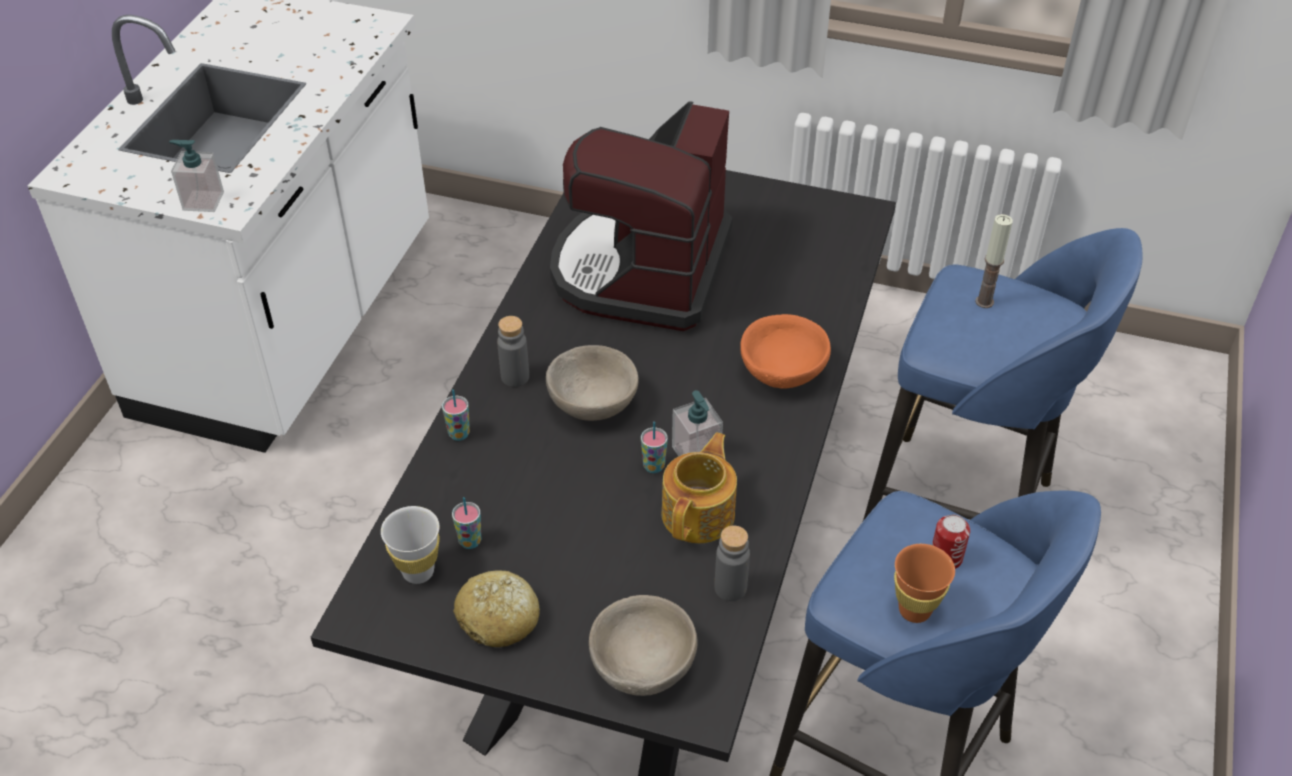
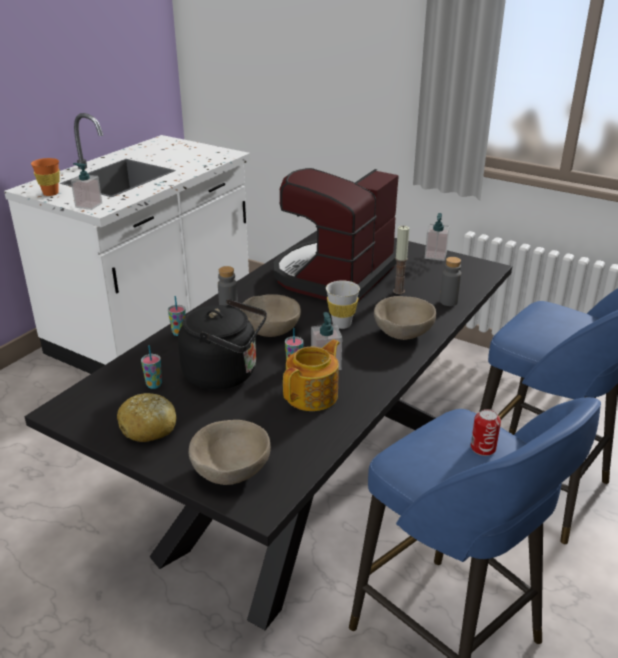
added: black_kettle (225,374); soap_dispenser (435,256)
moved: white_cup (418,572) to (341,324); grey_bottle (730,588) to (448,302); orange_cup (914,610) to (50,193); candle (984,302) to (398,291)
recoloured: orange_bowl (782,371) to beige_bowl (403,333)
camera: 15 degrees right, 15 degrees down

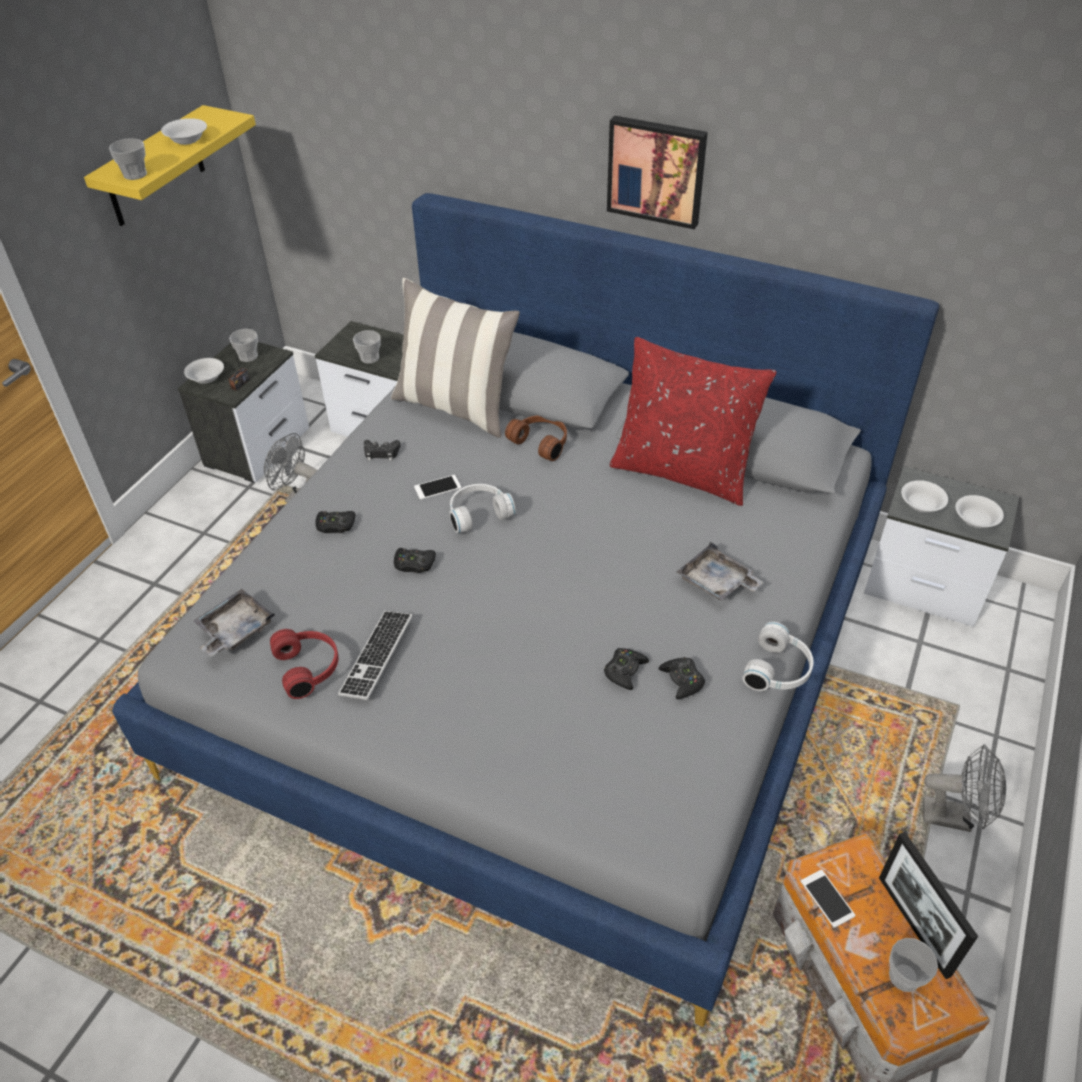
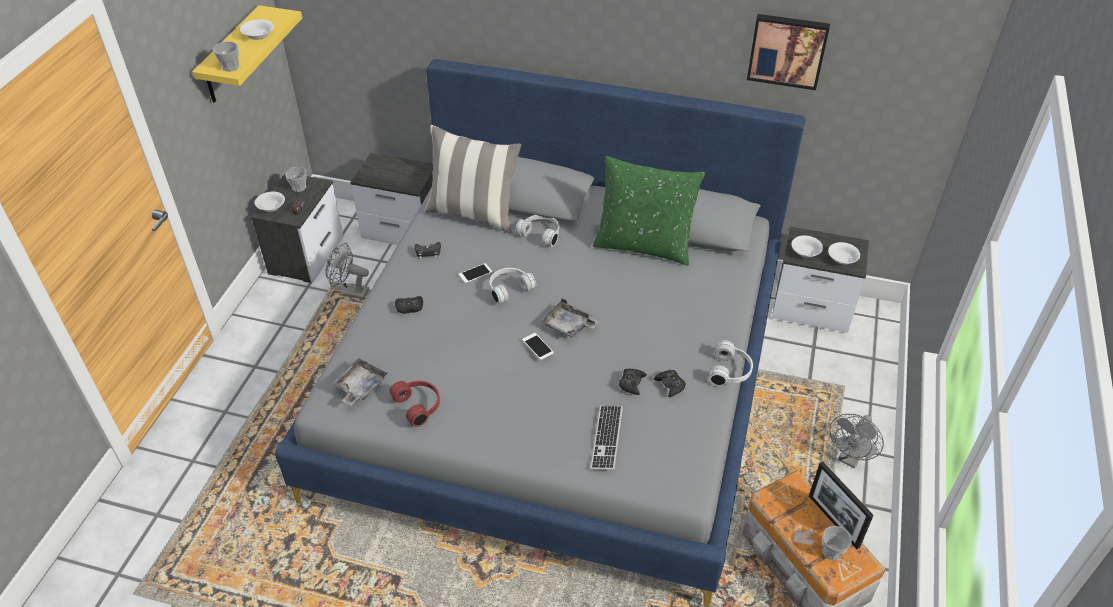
removed: cup (370,358); black_game_controller (414,564)
moved: keyboard (377,656) to (606,438); picture (657,170) to (787,50); grey_tray (717,583) to (568,326); phone (827,898) to (537,346)
recoloured: brown_headphones (541,442) to white_headphones (541,233); red_pillow (683,471) to green_pillow (644,245)
turned: grey_fan (954,817) = (850,458) 120 degrees clockwise
camera: 10 degrees left, 0 degrees up

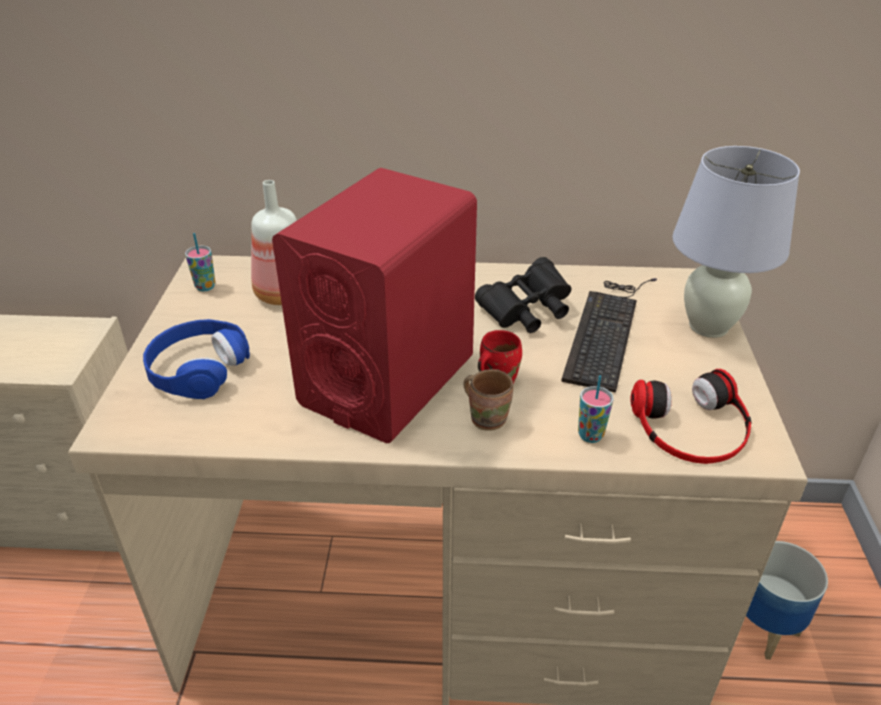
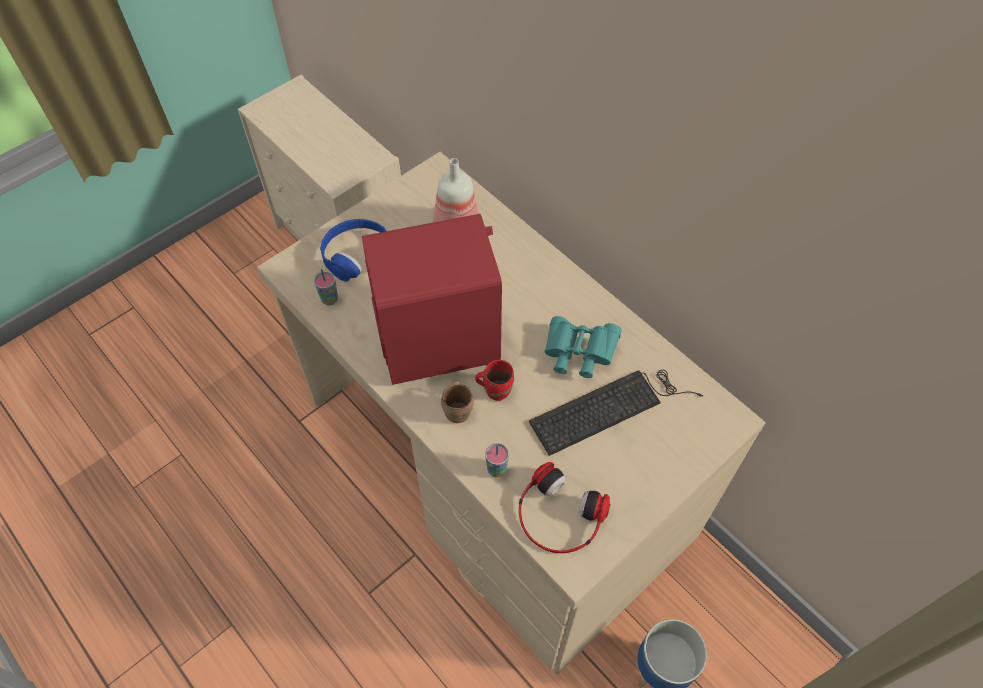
removed: white_table_lamp (708,327)
moved: cup (205,287) to (329,299)
recoloured: black_binoculars (526,312) to turquoise_binoculars (578,354)
camera: 45 degrees right, 20 degrees up

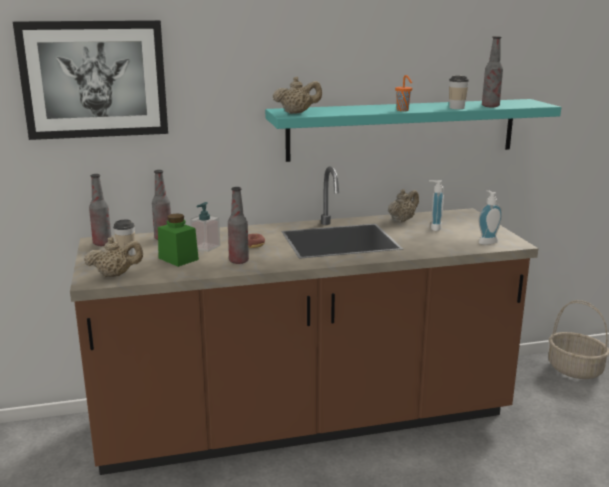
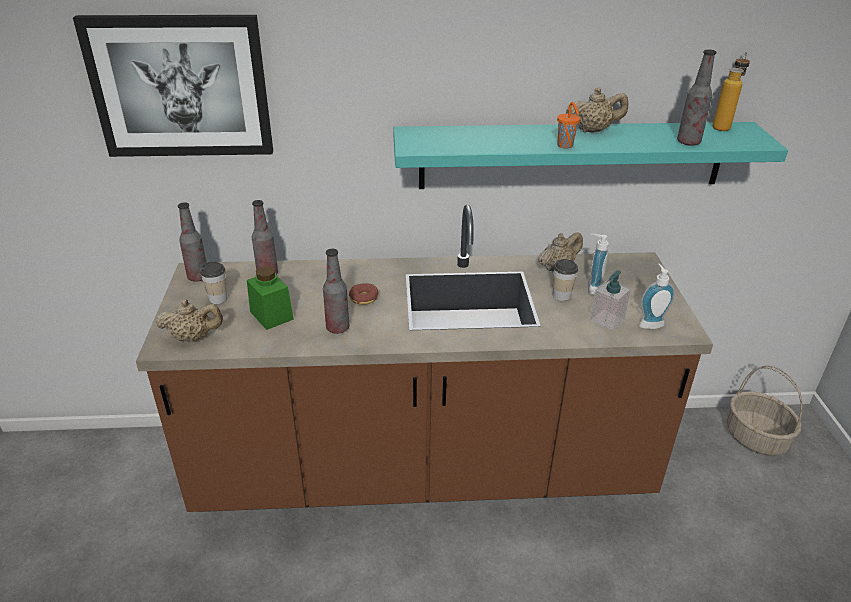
added: bottle (723,126)
moved: soap_dispenser (206,247) to (607,320); beige_teapot (297,113) to (593,130); cup (456,108) to (561,295)
camera: 10 degrees right, 15 degrees up

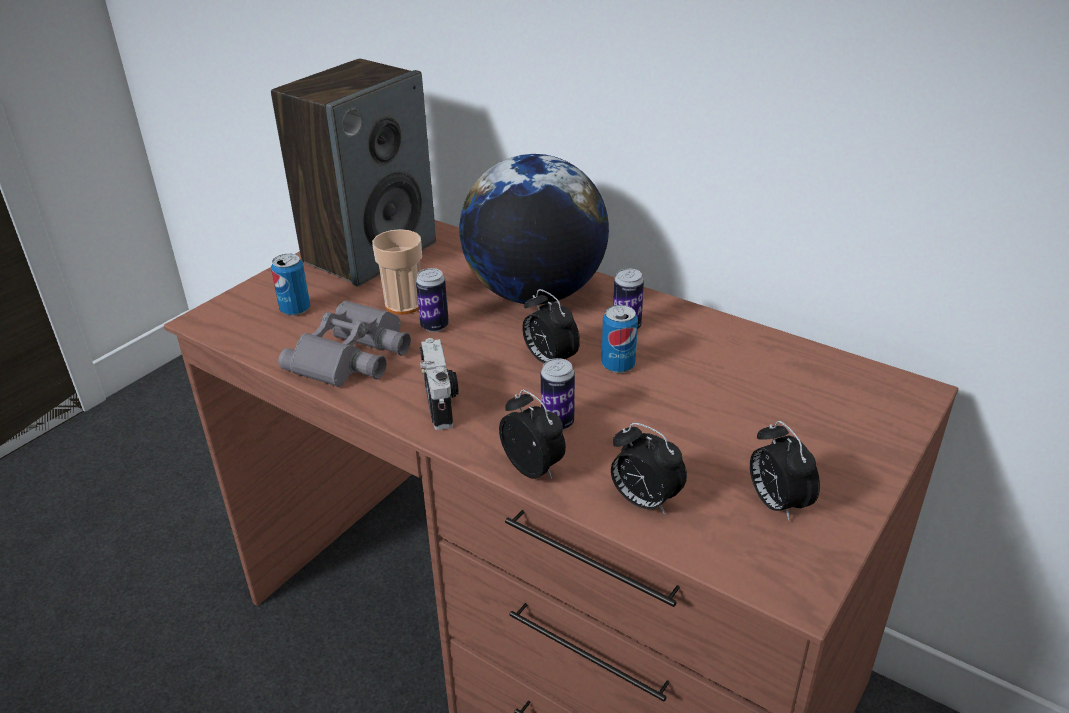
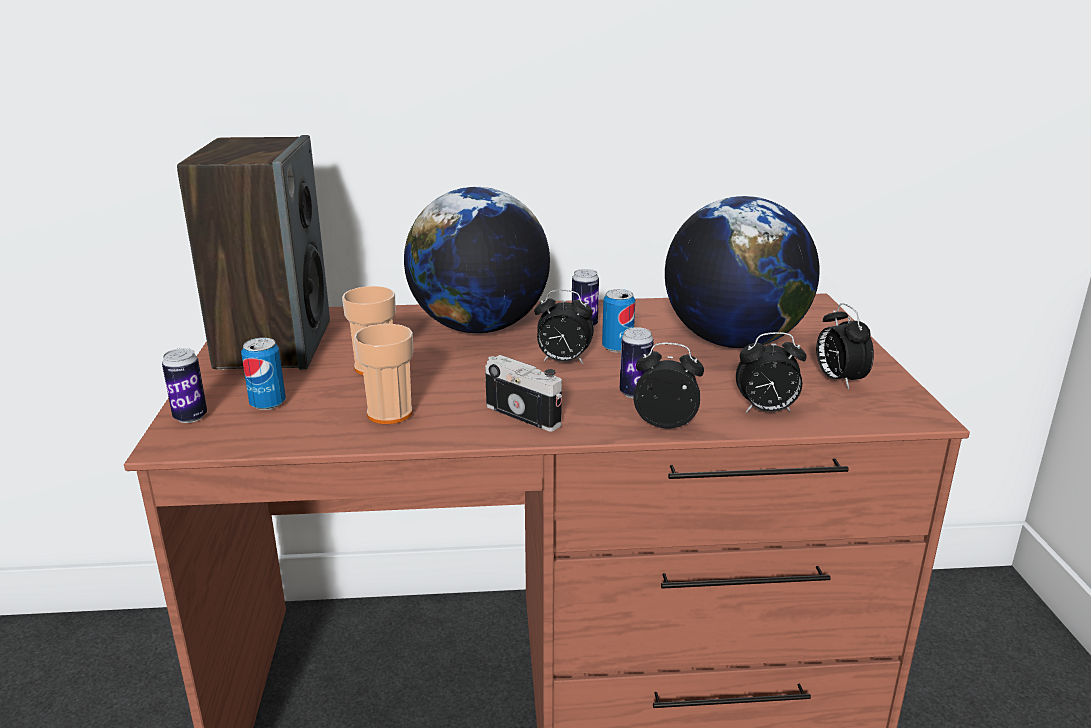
added: globe (733,341)
moved: can (434,326) to (190,417)
replaced: grey_binoculars (354,355) to cup (389,413)
turned: alarm_clock (776,503) = (838,380) 45 degrees clockwise
camera: 40 degrees left, 10 degrees down

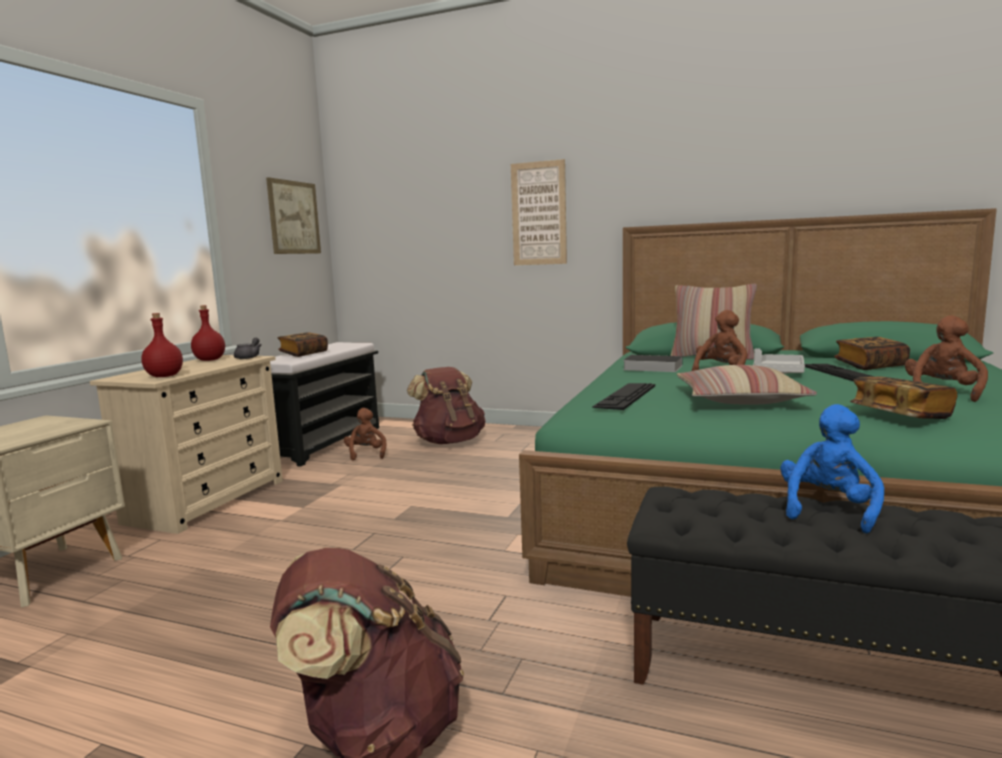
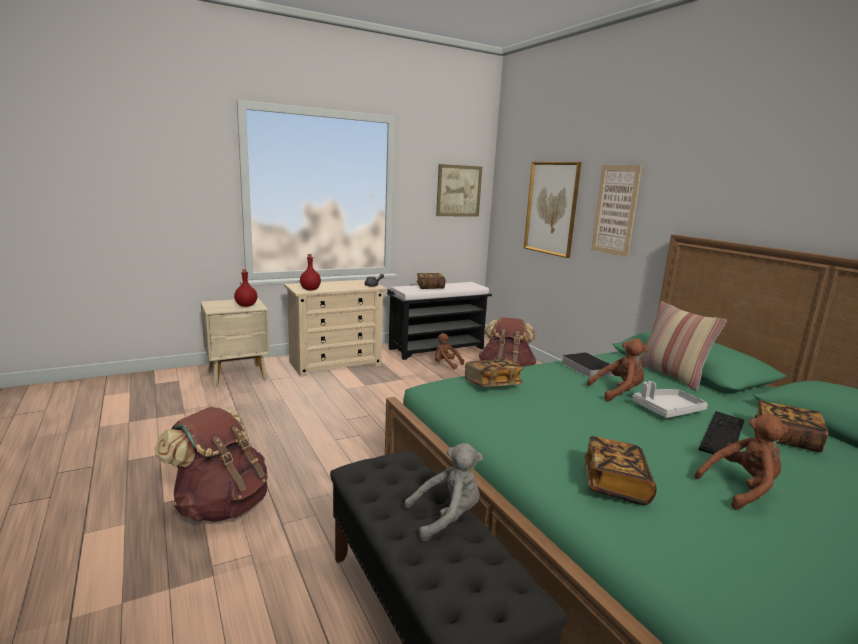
removed: pillow (739,400)
added: picture (551,208)
moved: red_bottle (209,360) to (246,306)
replaced: keyboard (625,396) to book (492,384)
recoloured: blue_plush_toy (828,510) to grey_plush_toy (447,517)
turned: brown_plush_toy (366,454) = (446,364) 90 degrees counterclockwise
camera: 40 degrees right, 5 degrees up

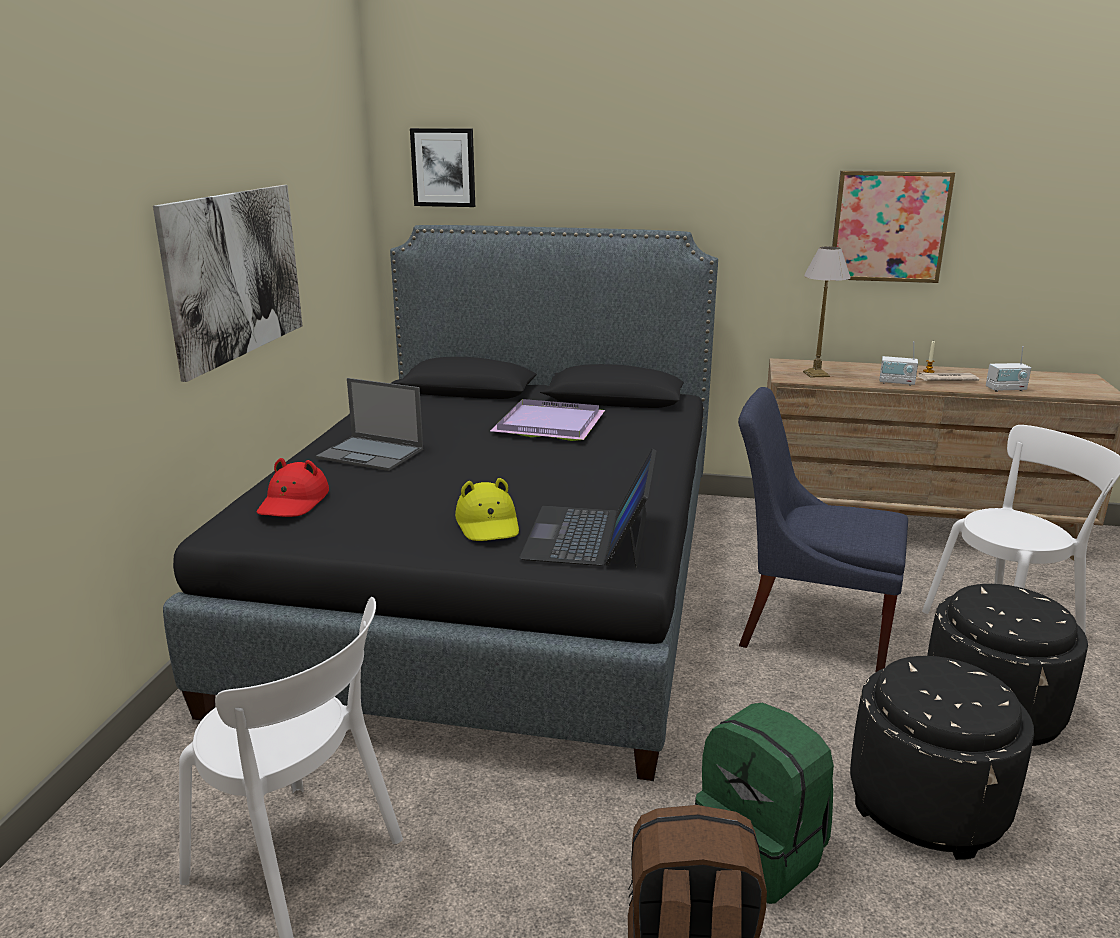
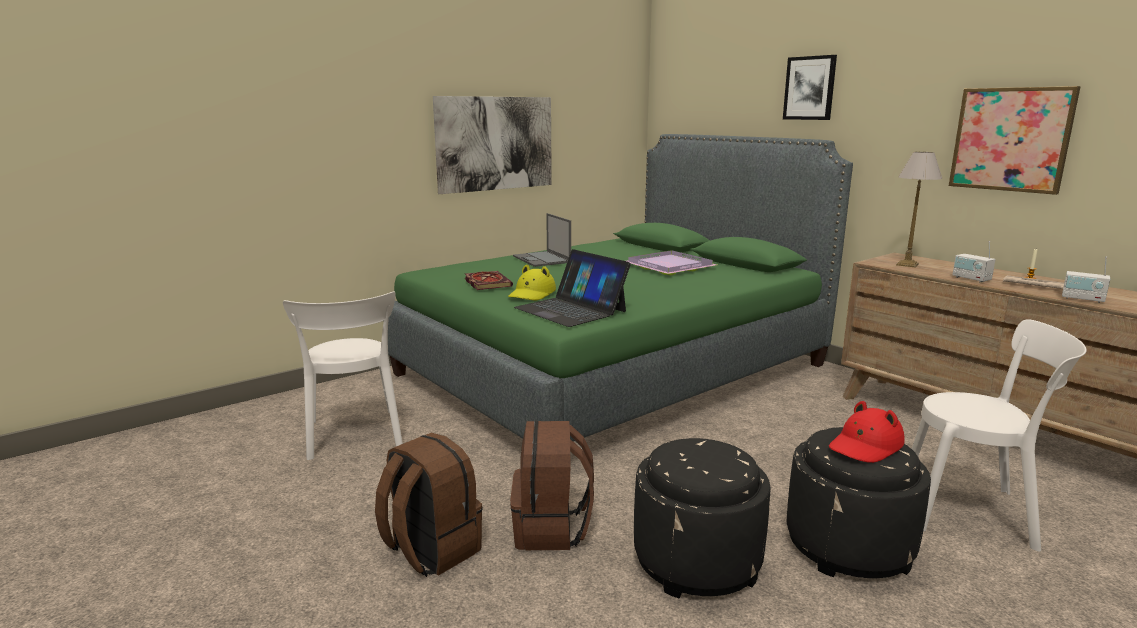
removed: blue_chair (807,626)
added: book (486,282)
moved: red_hat (293,502) to (866,446); picture (443,167) to (809,88)
recoloured: black_bed (498,584) to green_bed (613,369); green_backpack (762,852) to brown_backpack (552,529)
turned: laptop (590,536) = (571,309) 90 degrees counterclockwise
camera: 40 degrees right, 5 degrees down

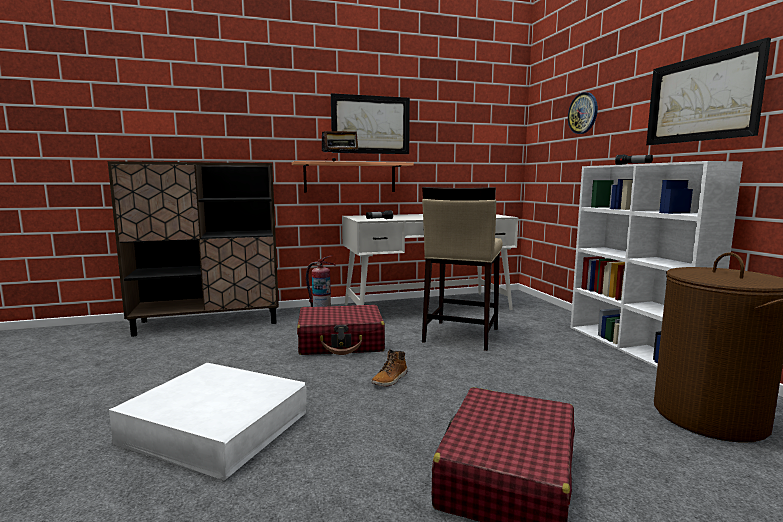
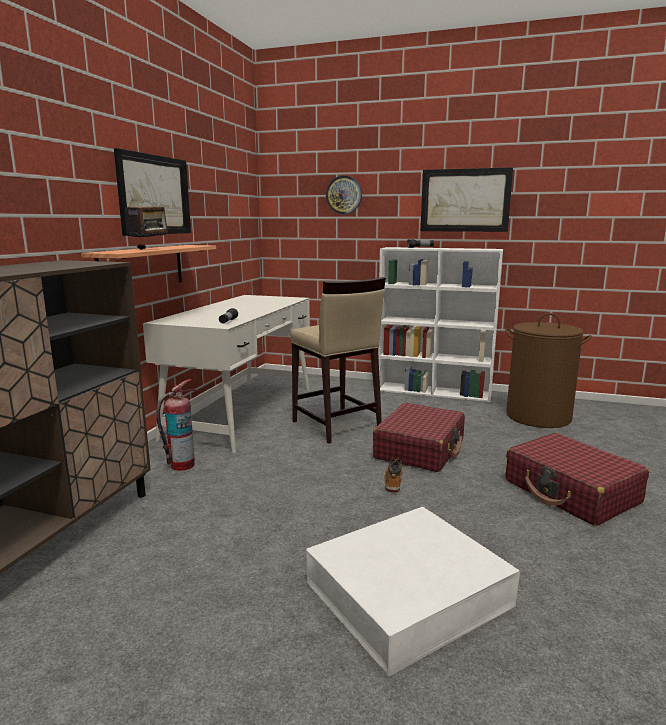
moved: red_suitcase (341,342) to (420,449)
turned: boot (390,379) = (393,481) 150 degrees counterclockwise
camera: 55 degrees left, 5 degrees up

